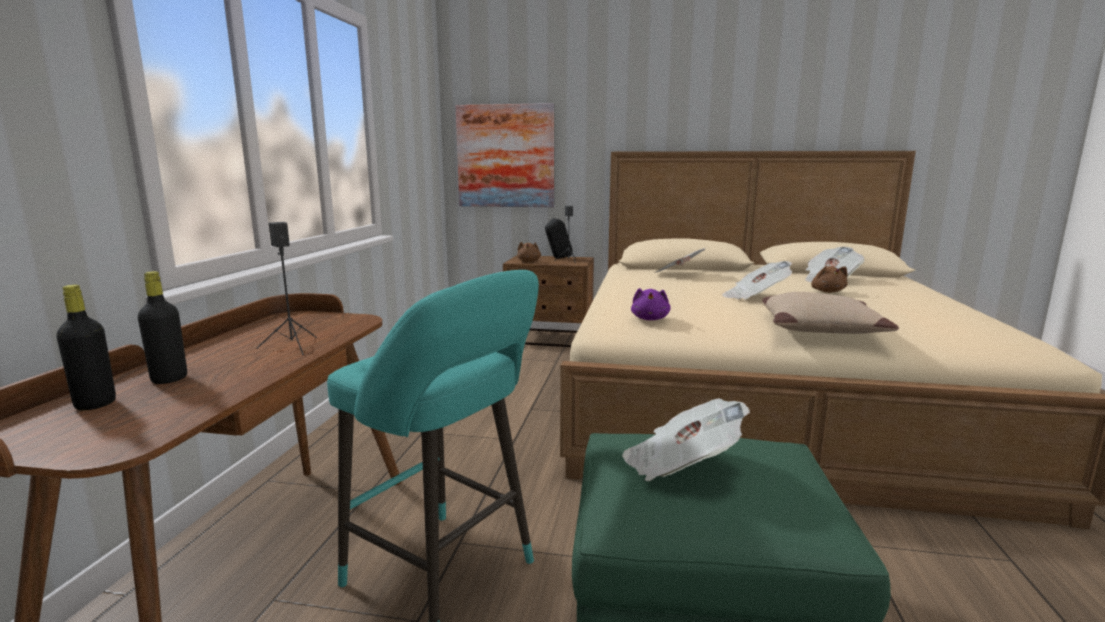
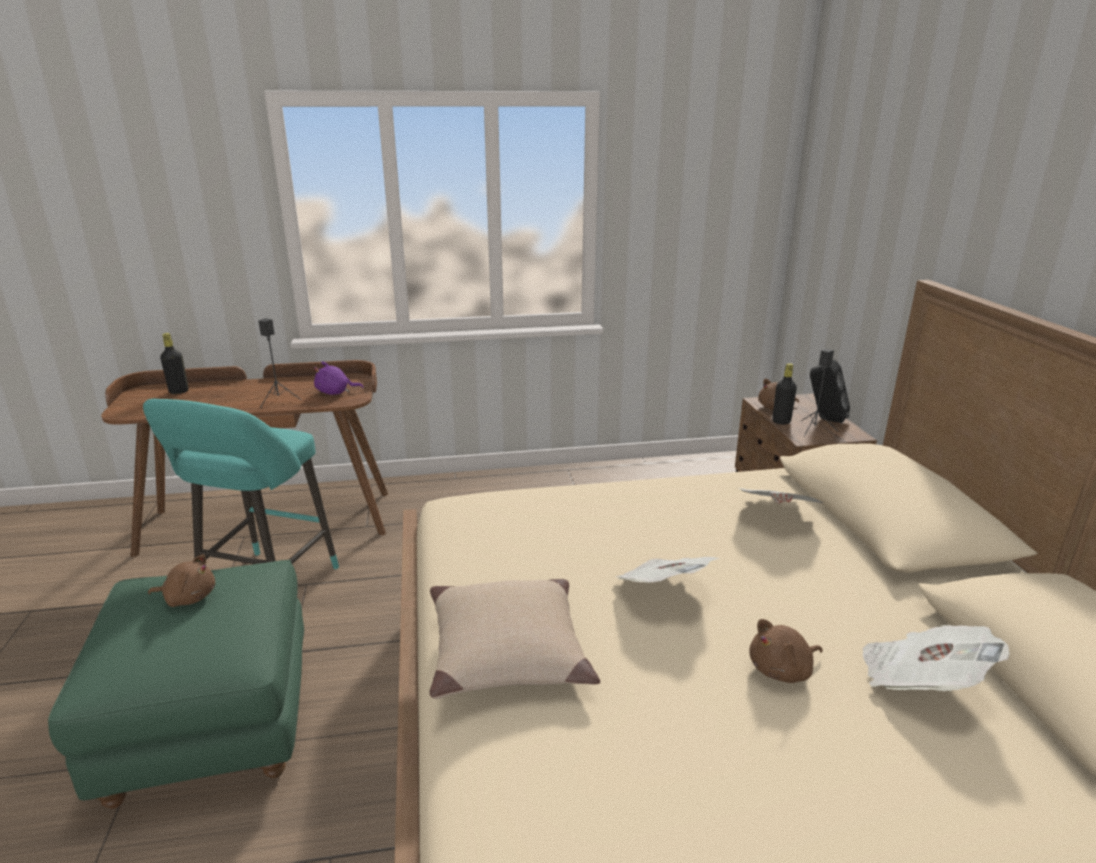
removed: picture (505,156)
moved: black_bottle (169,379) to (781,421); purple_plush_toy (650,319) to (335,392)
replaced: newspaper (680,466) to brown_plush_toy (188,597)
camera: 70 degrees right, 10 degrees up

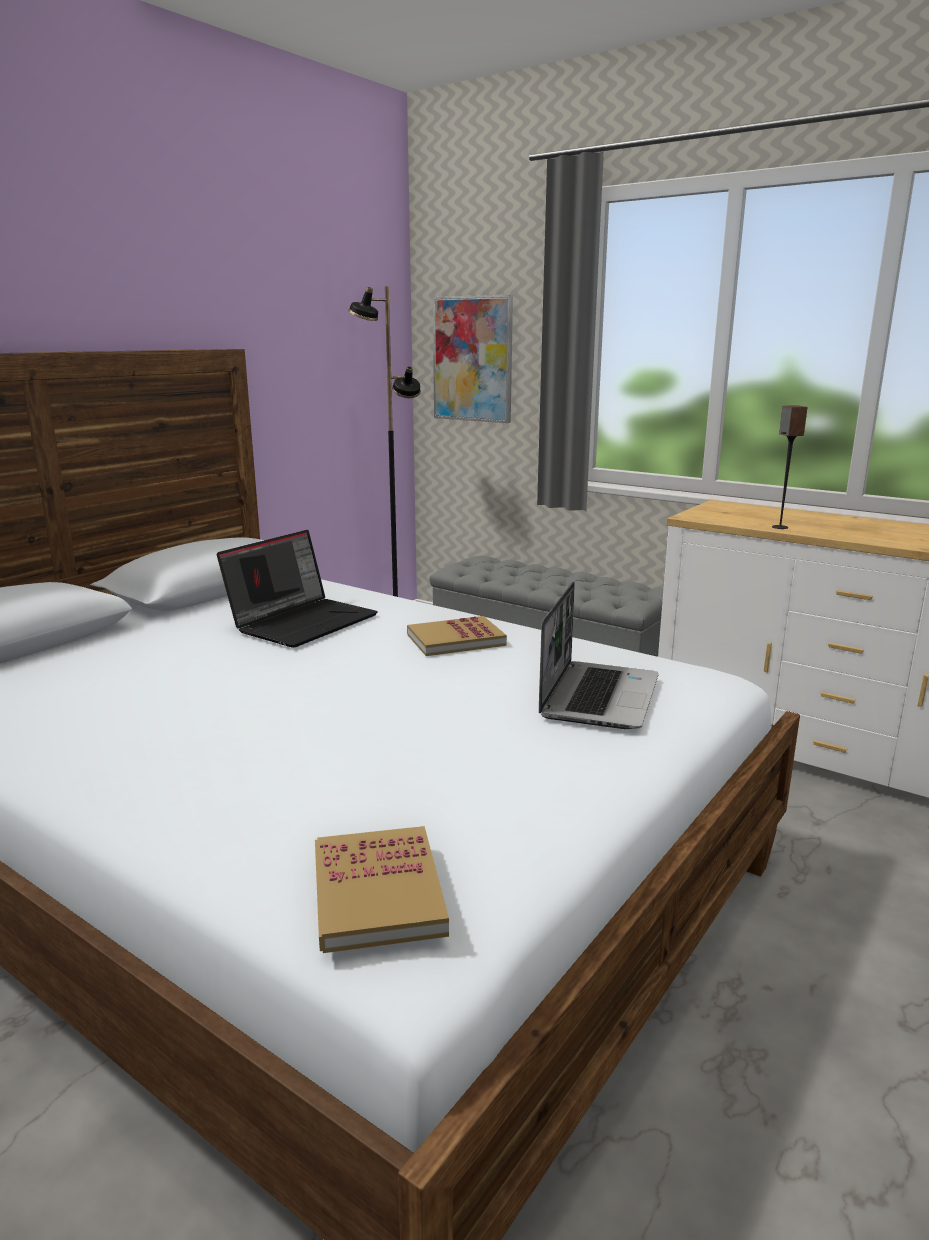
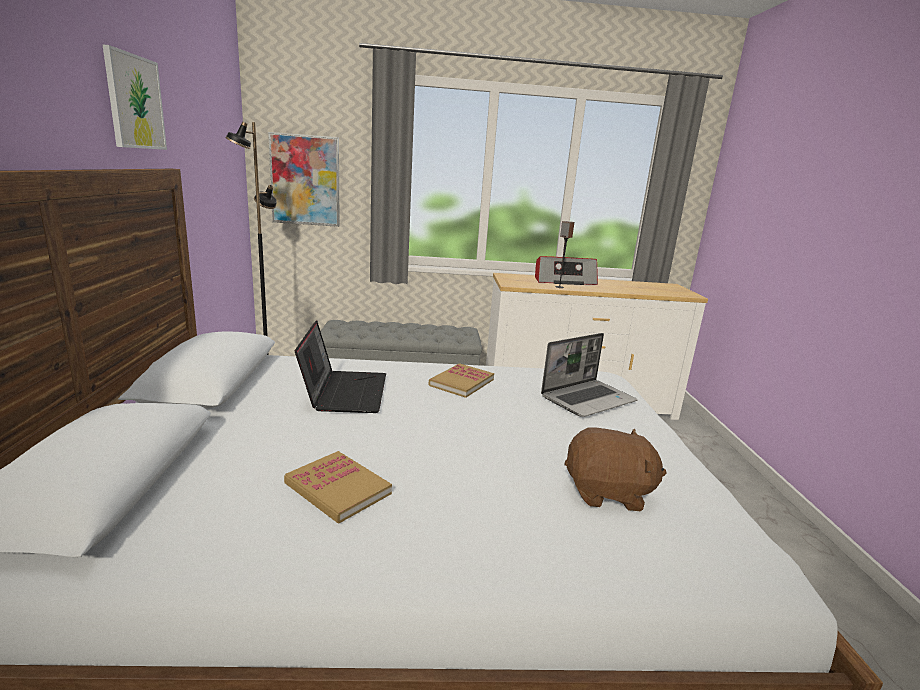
added: picture (135,102); radio (563,281); brown_plush_toy (607,493)
moved: book (377,892) to (337,489)
turned: laptop (598,696) = (588,399) 75 degrees clockwise
camera: 40 degrees left, 0 degrees up

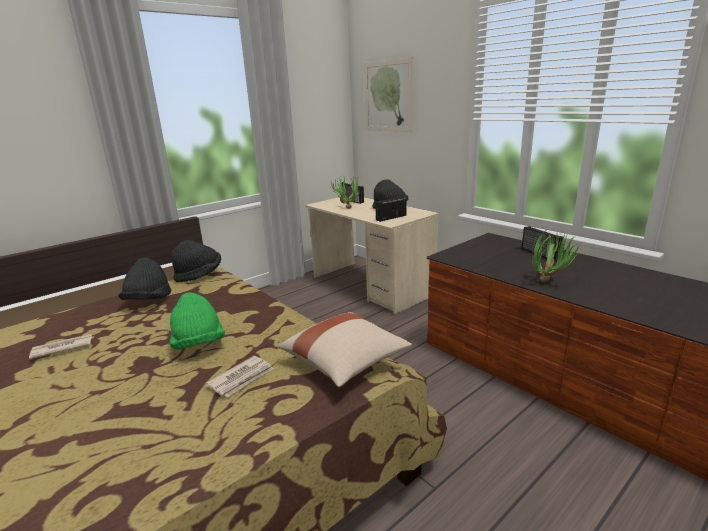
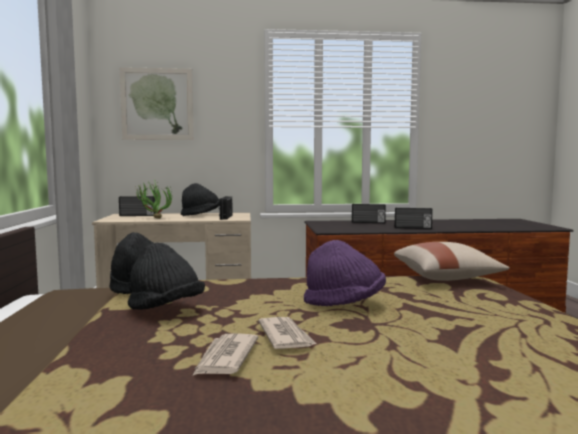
moved: newspaper (242,378) to (285,336)
replaced: potted_plant (549,280) to radio (412,228)
recoloured: green_hat (198,345) to purple_hat (344,303)
camera: 55 degrees left, 15 degrees down

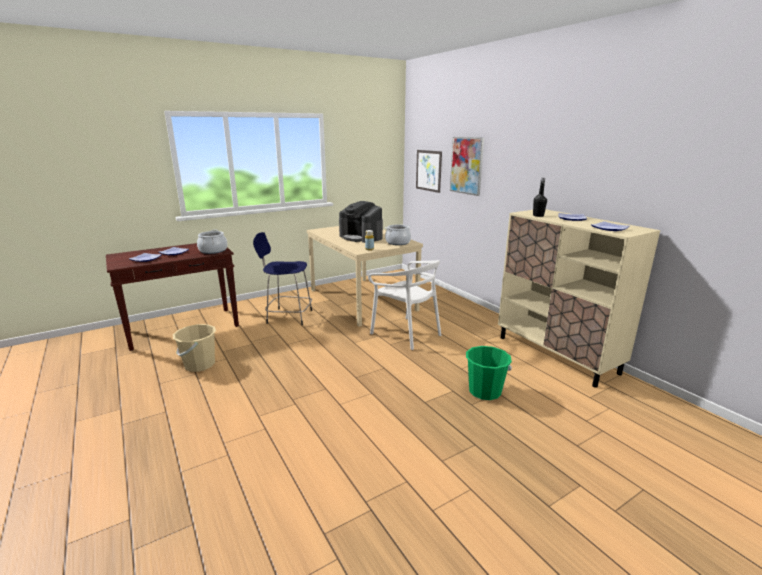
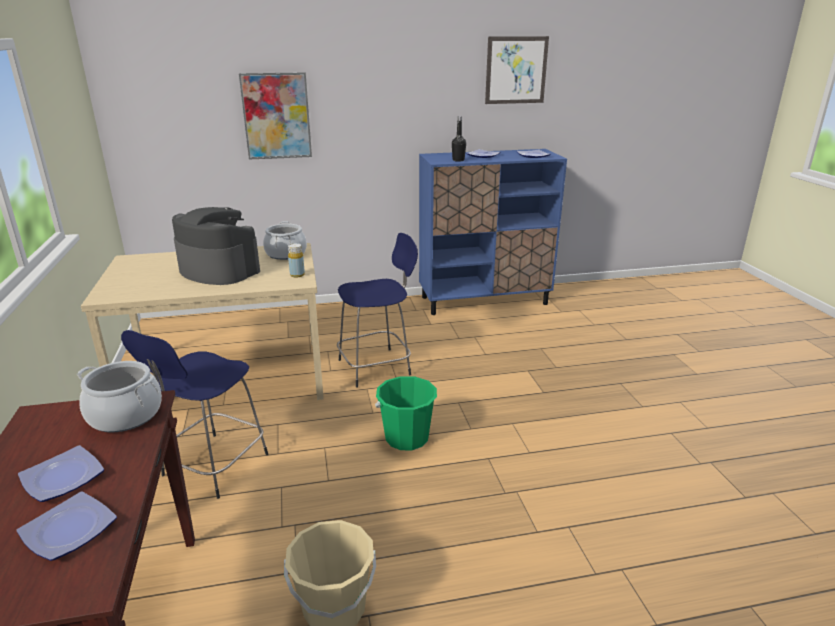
moved: picture (428,170) to (516,70); green_bucket (484,391) to (407,438)
replaced: white_chair (406,333) to blue_stool (377,367)
recoloured: beige_cabinet (556,355) to blue_cabinet (484,300)
turned: coffee_machine (361,237) = (218,270) 120 degrees counterclockwise
camera: 70 degrees left, 5 degrees up

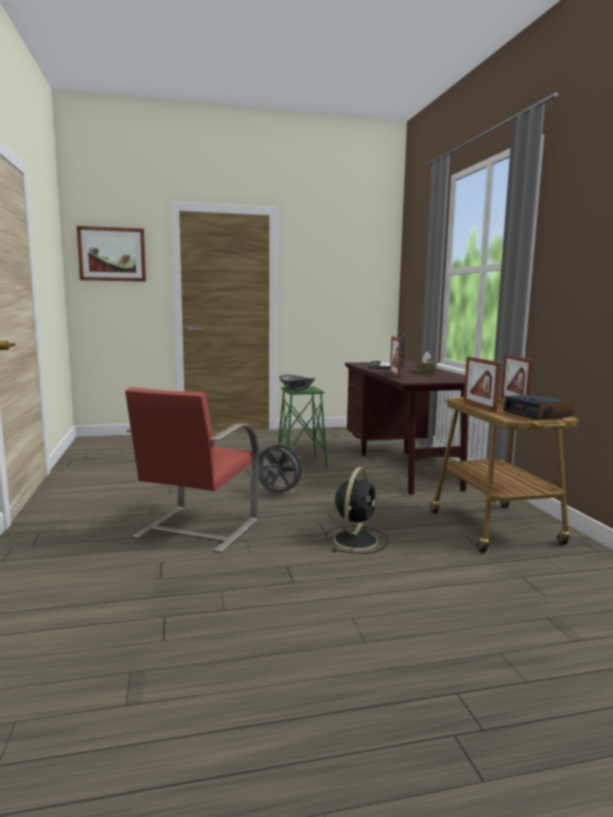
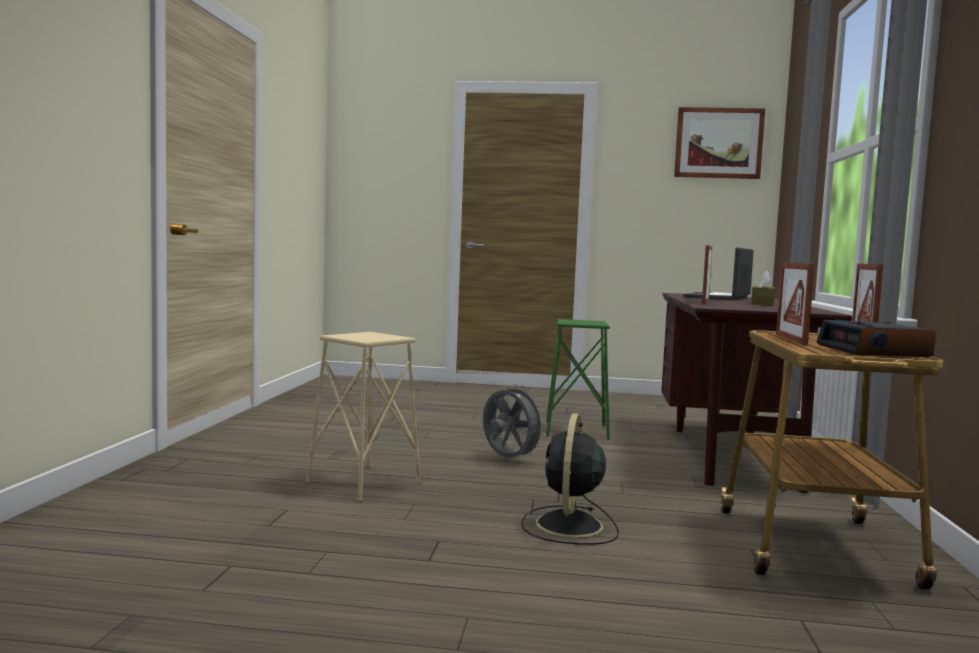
removed: bowl (296,389)
moved: picture (112,254) to (718,143)
replaced: red_chair (195,529) to beige_stool (363,482)
turned: black_fan (356,539) = (569,526) 150 degrees clockwise
camera: 20 degrees right, 5 degrees down

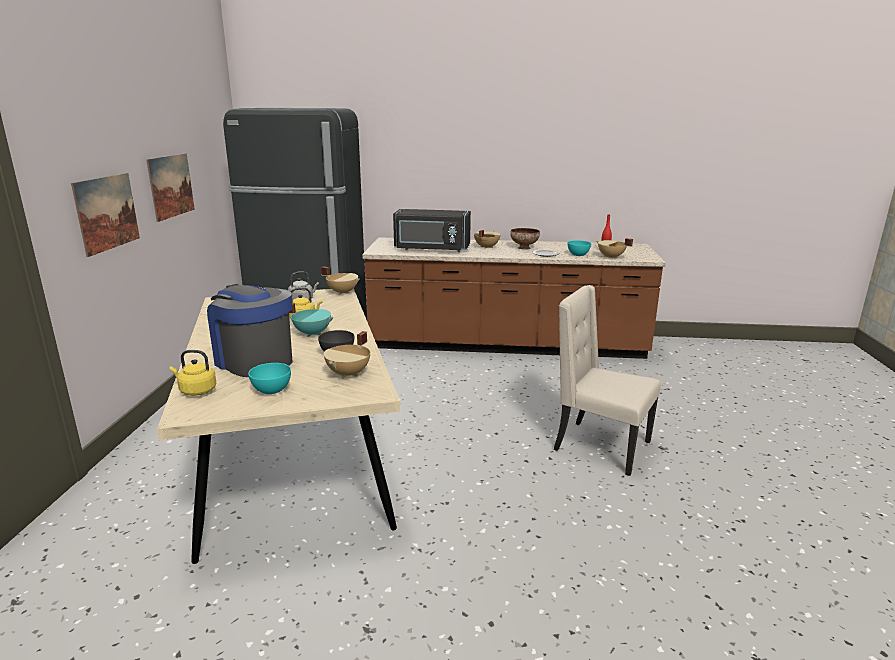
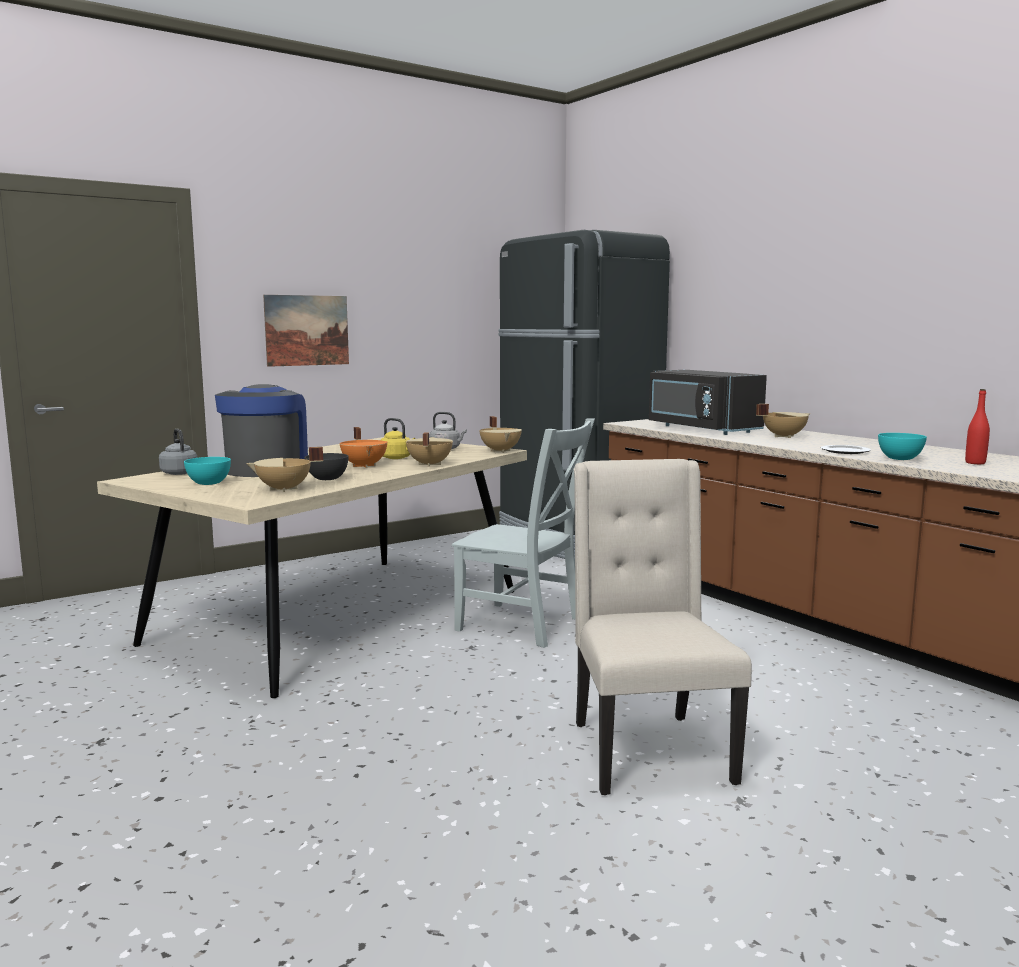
removed: picture (171,186); bowl (524,248)
added: grey_chair (524,625)
moved: beige_cooking_pot (611,257) to (428,464)
recoloured: yellow_kettle (196,391) to grey_kettle (178,473); turquoise_cooking_pot (312,333) to orange_cooking_pot (365,466)
camera: 50 degrees right, 10 degrees down

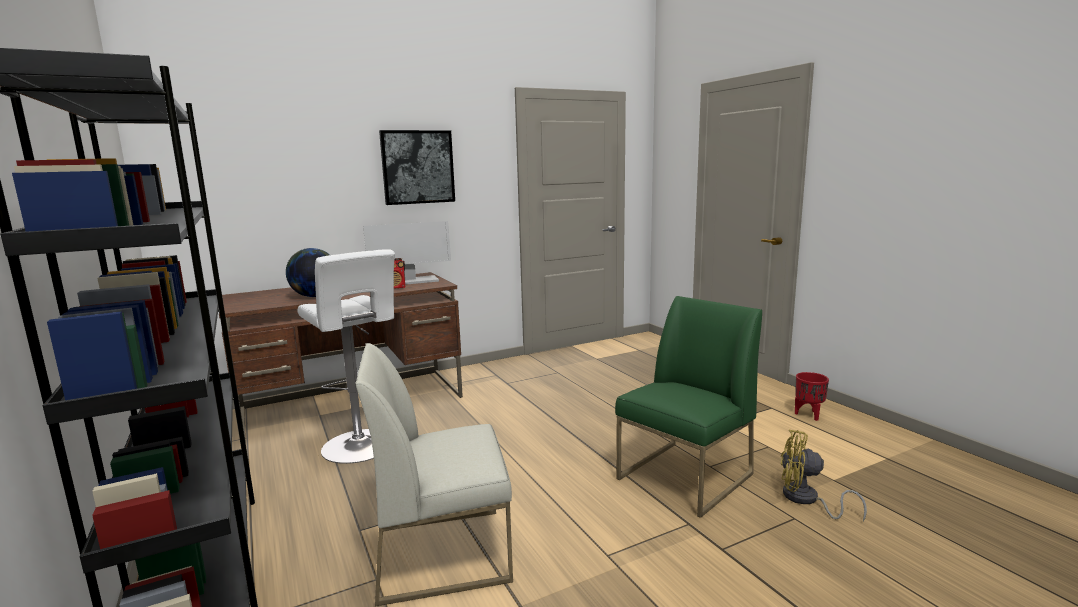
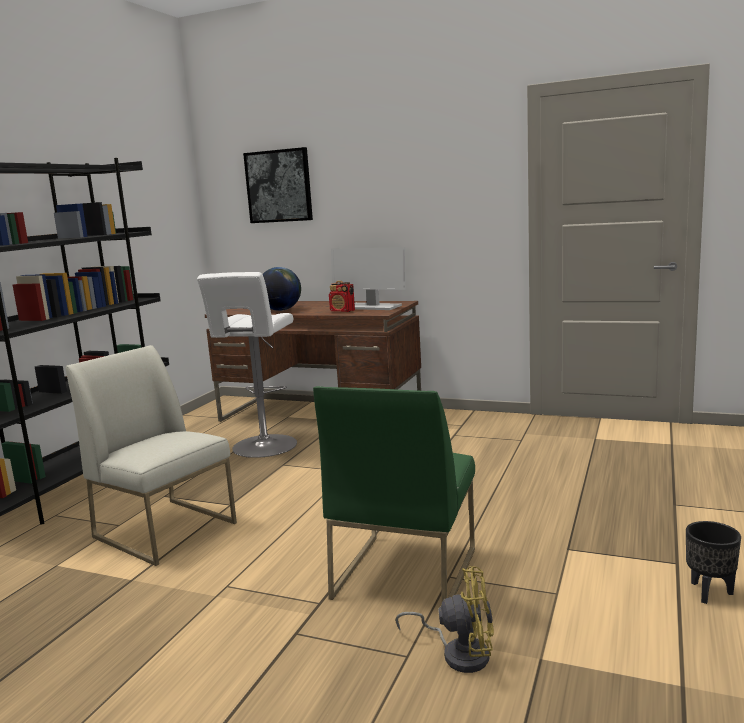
moved: picture (417,167) to (279,186)
recoloured: red_planter (809,415) to black_planter (710,593)
turned: green_chair (685,477) = (404,572) 105 degrees clockwise; yellow_fan (806,500) = (459,653) 120 degrees clockwise
camera: 50 degrees right, 0 degrees up

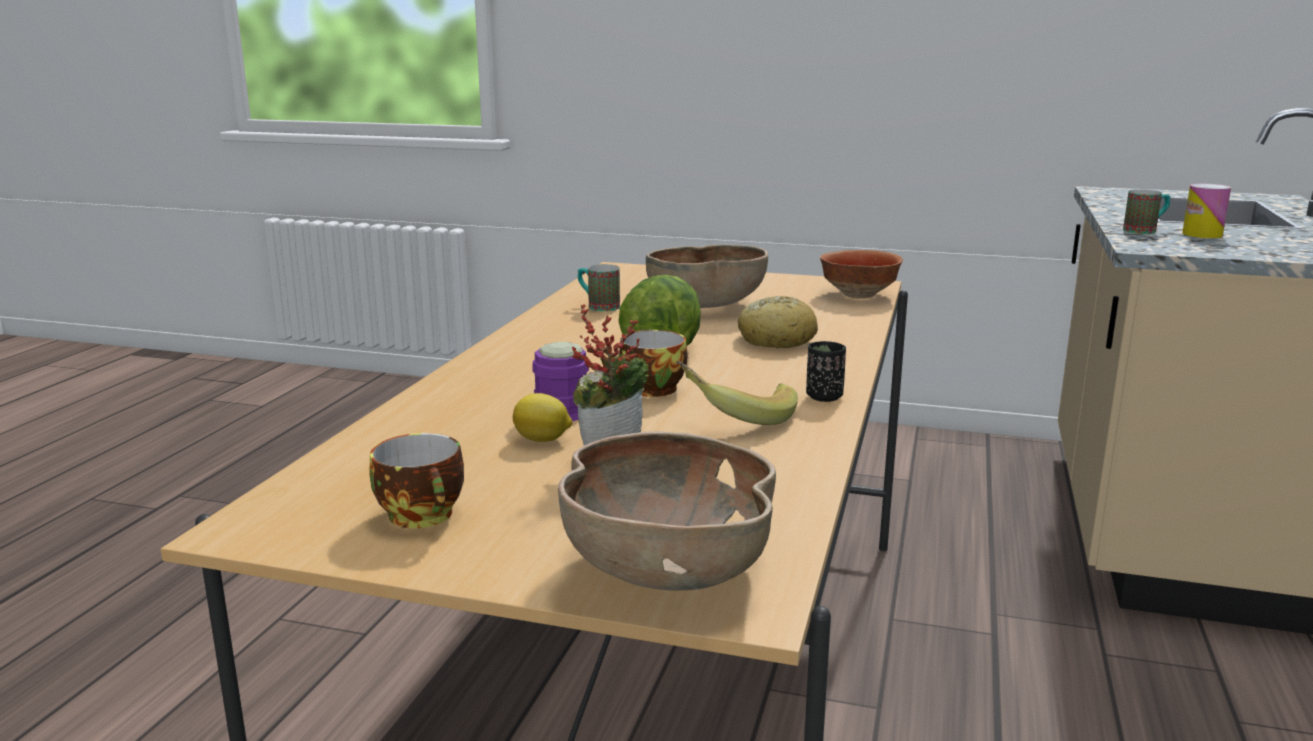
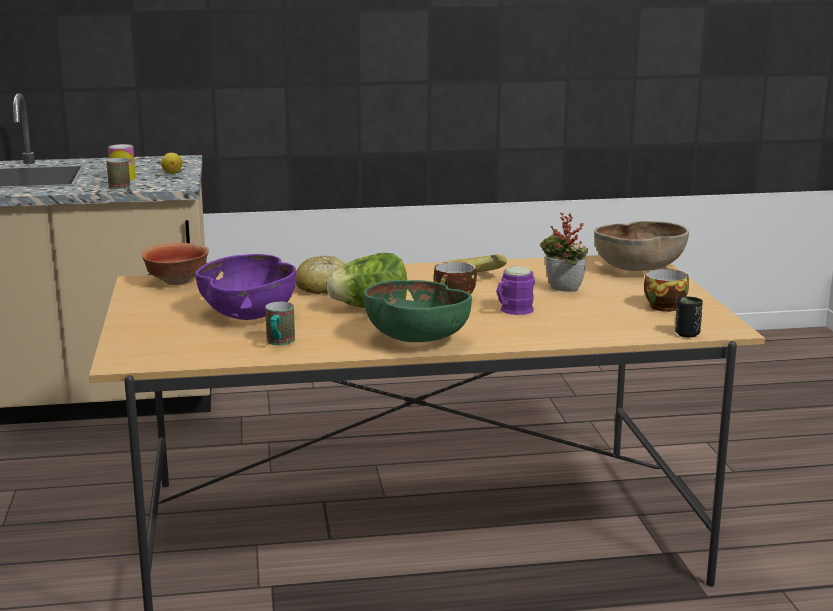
added: green_bowl (416,339)
moved: lemon (543,440) to (172,173); black_cup (824,397) to (687,334)
recoloured: brown_bowl (706,306) to purple_bowl (249,314)
camera: 115 degrees left, 0 degrees up

